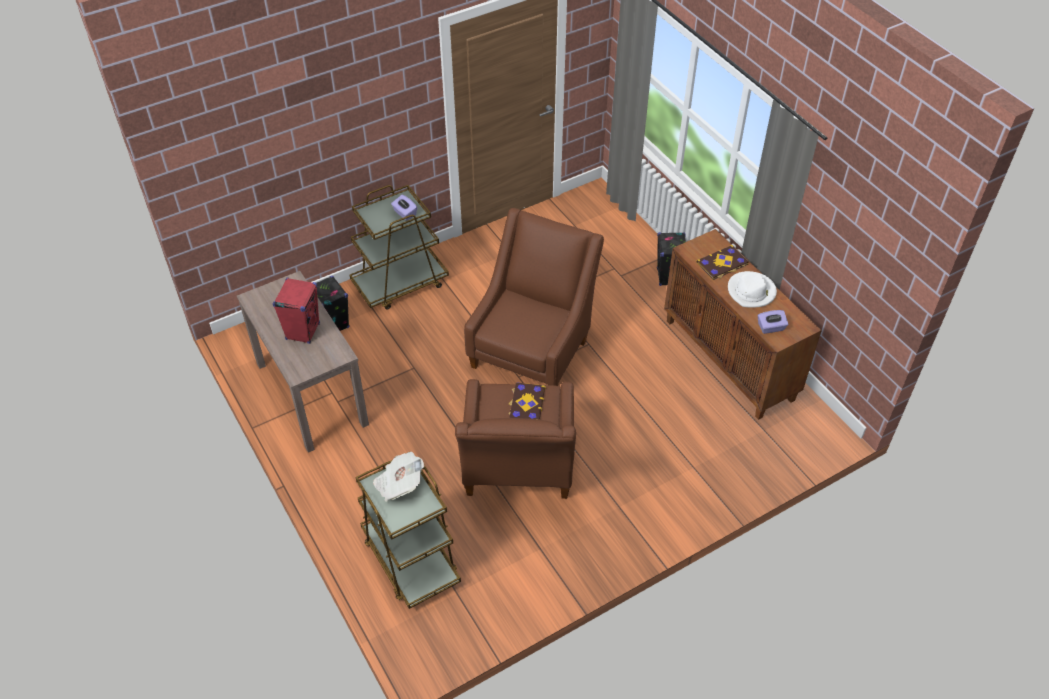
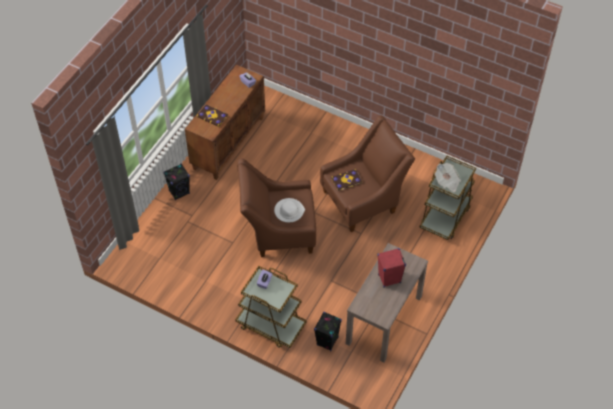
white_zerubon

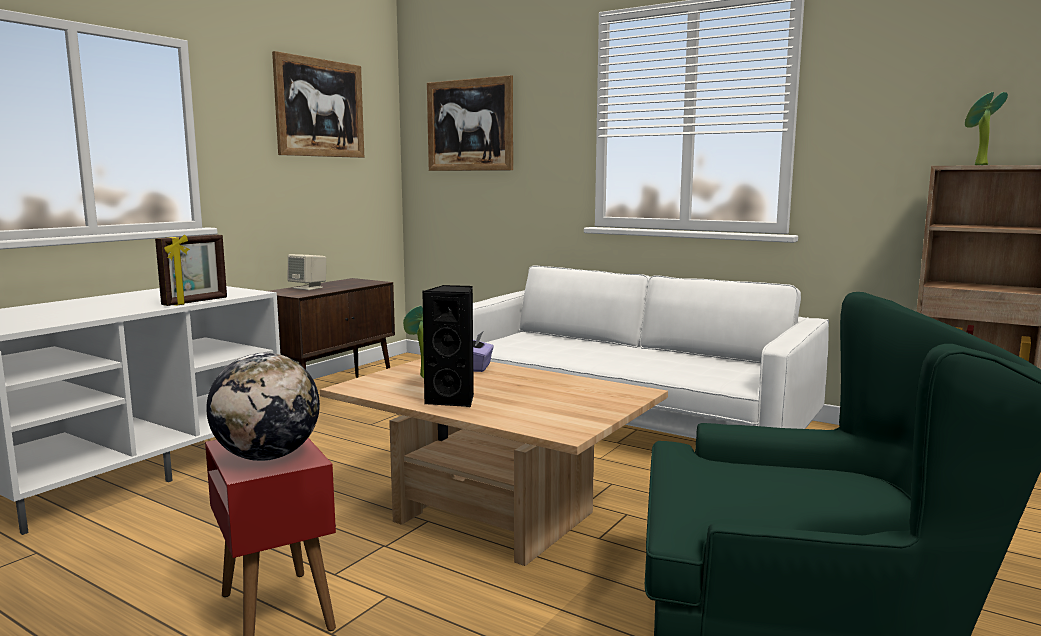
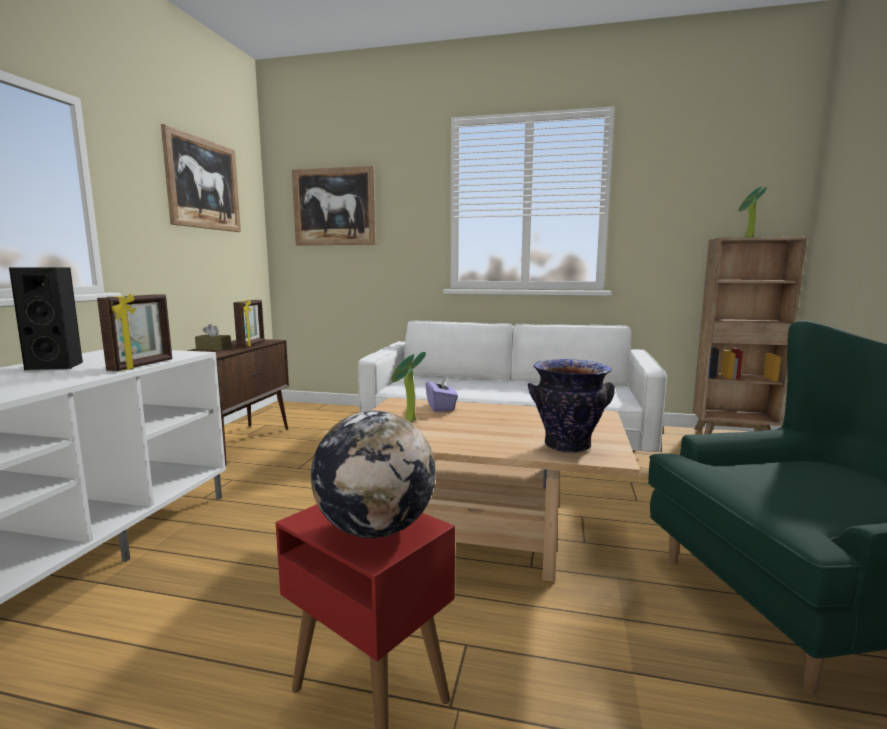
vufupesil (no. 2 from left)
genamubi
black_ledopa
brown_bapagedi

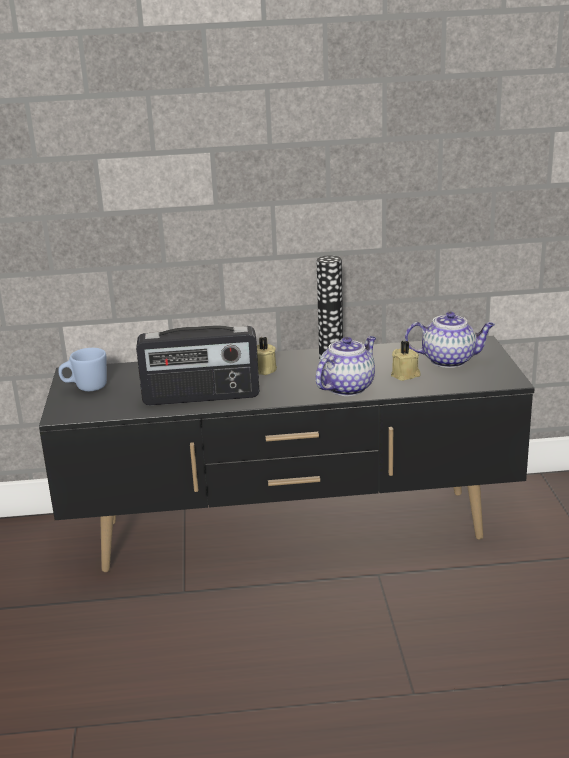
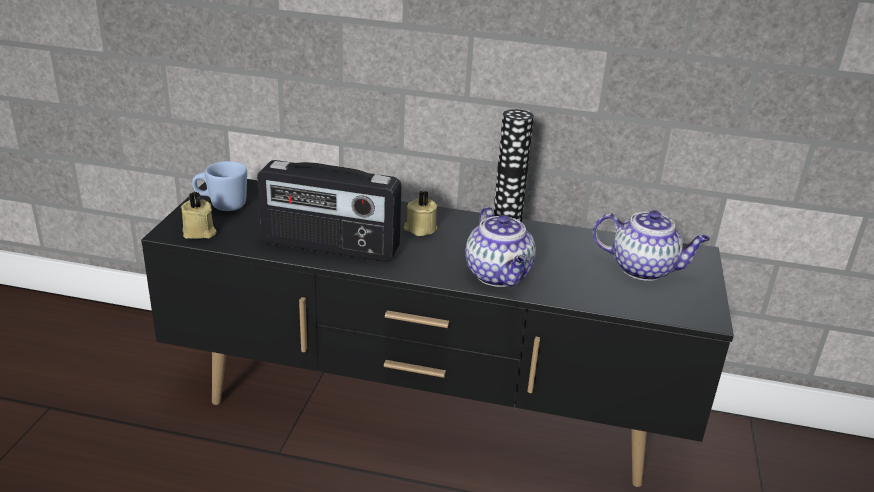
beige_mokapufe (no. 1 from left)
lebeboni (no. 1 from left)

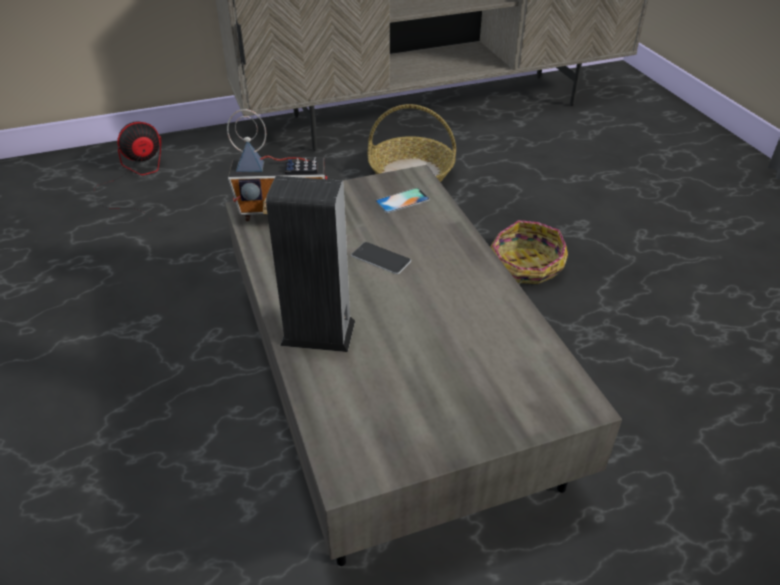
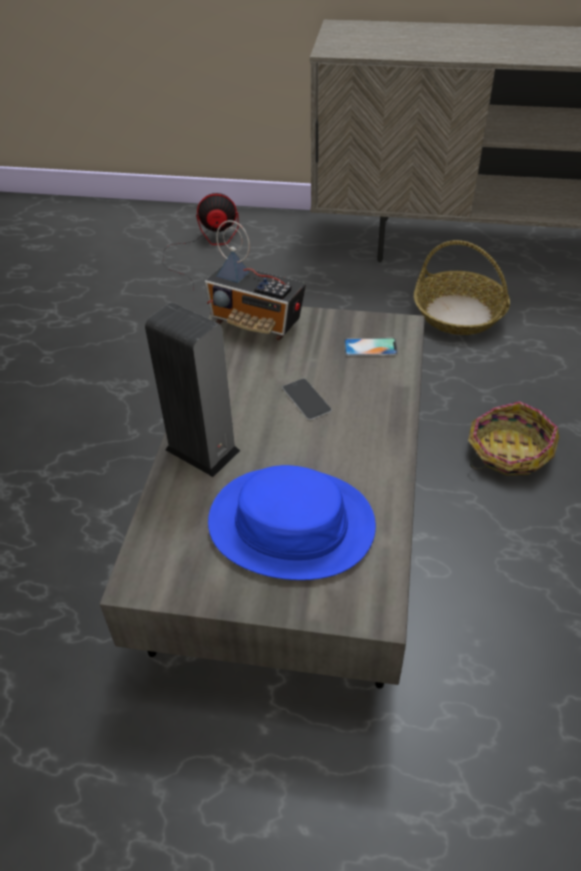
blue_zerubon

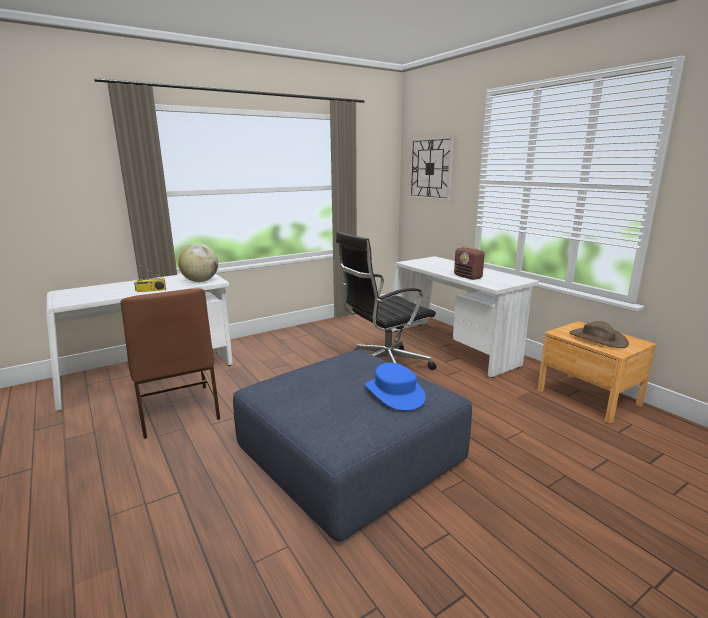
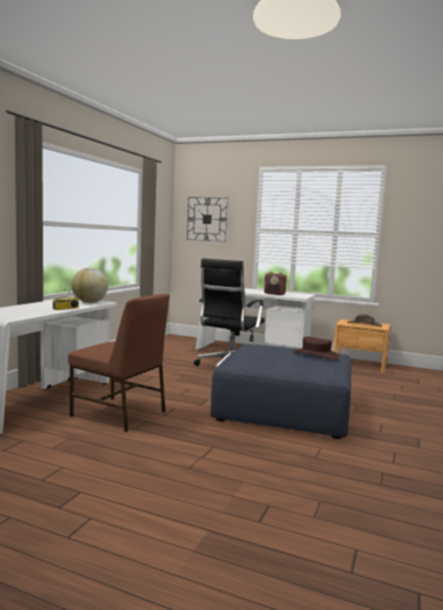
brown_zerubon (no. 1 from left)

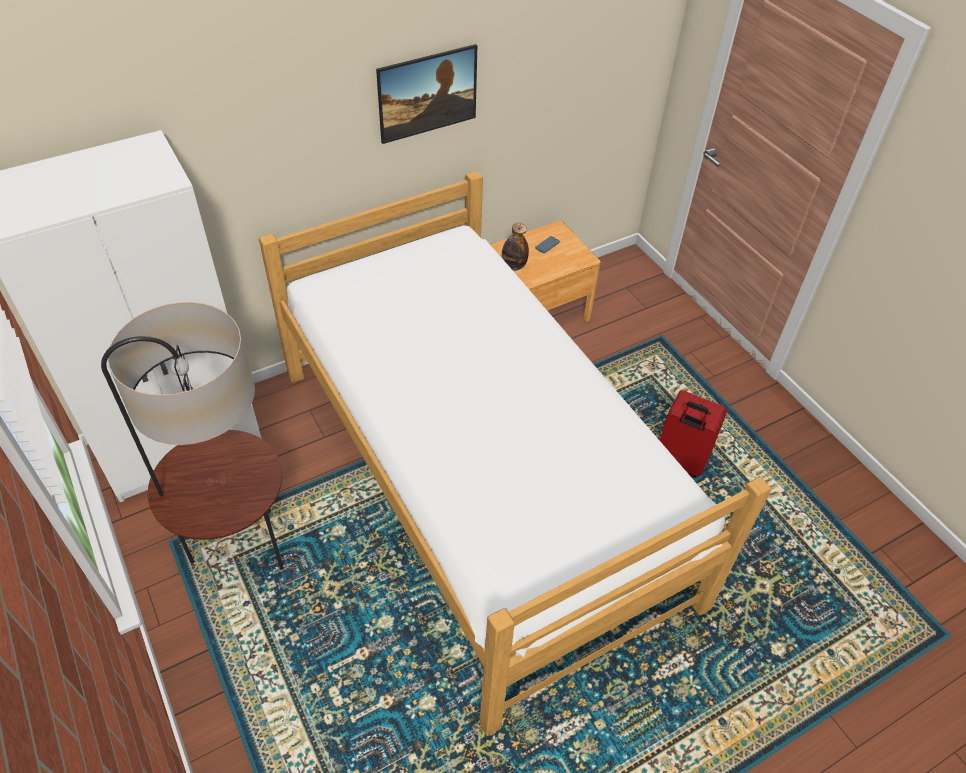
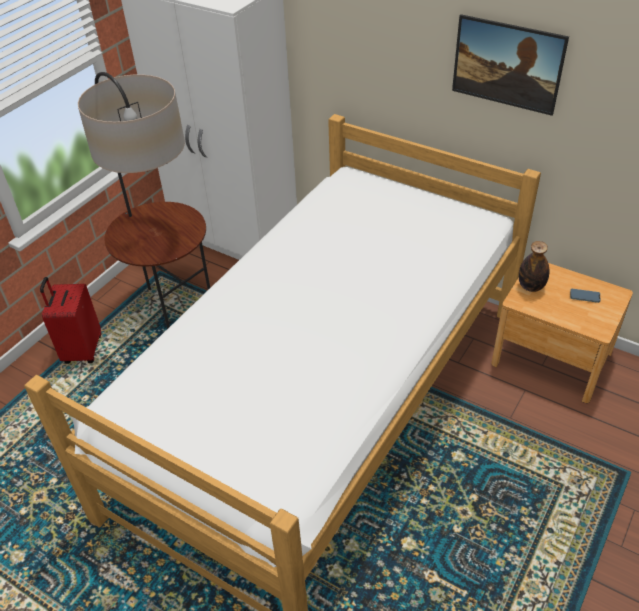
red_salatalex

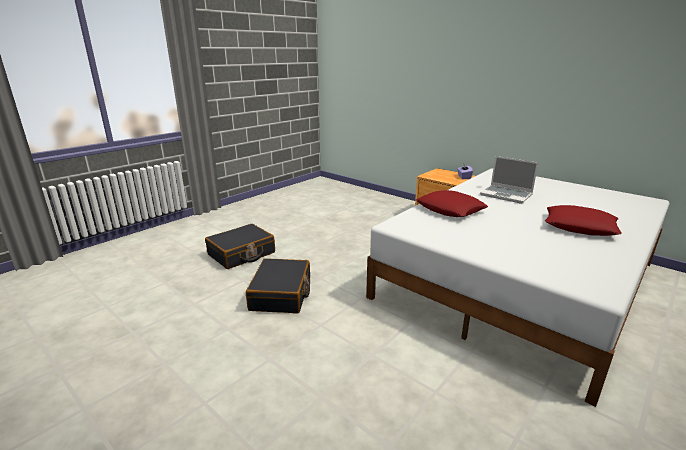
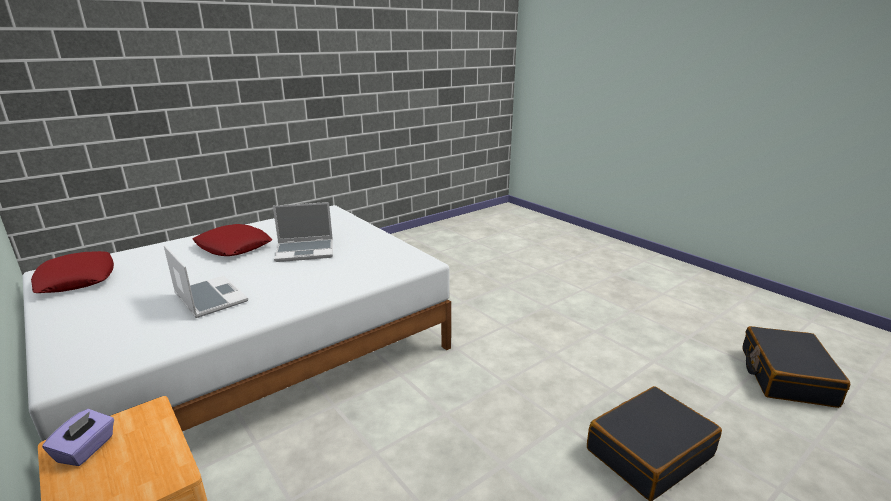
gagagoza (no. 2 from left)
black_salatalex (no. 2 from left)
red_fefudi (no. 1 from left)

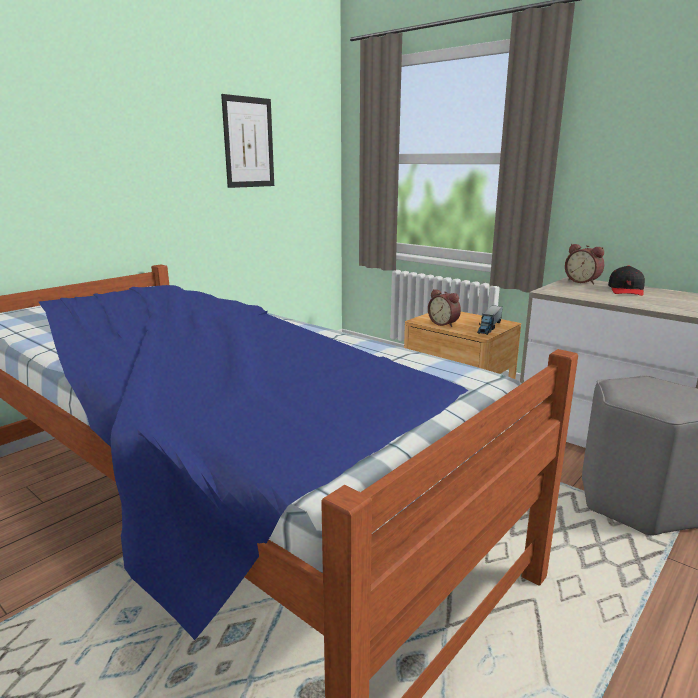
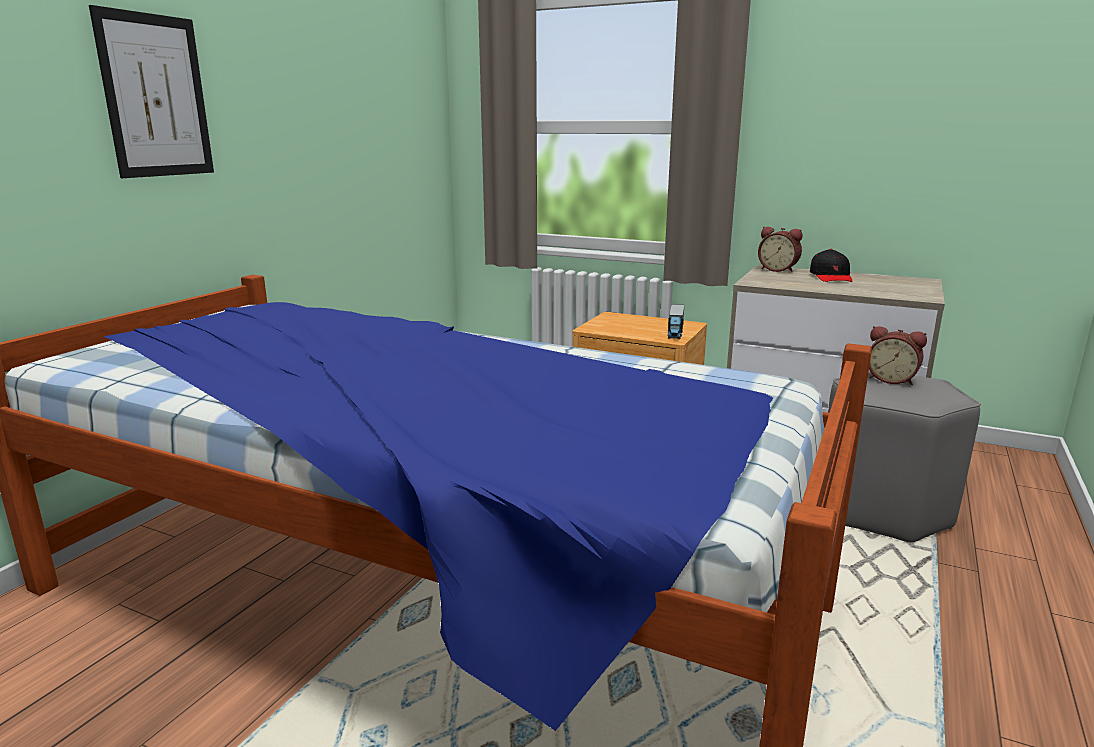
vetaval
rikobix (no. 2 from left)

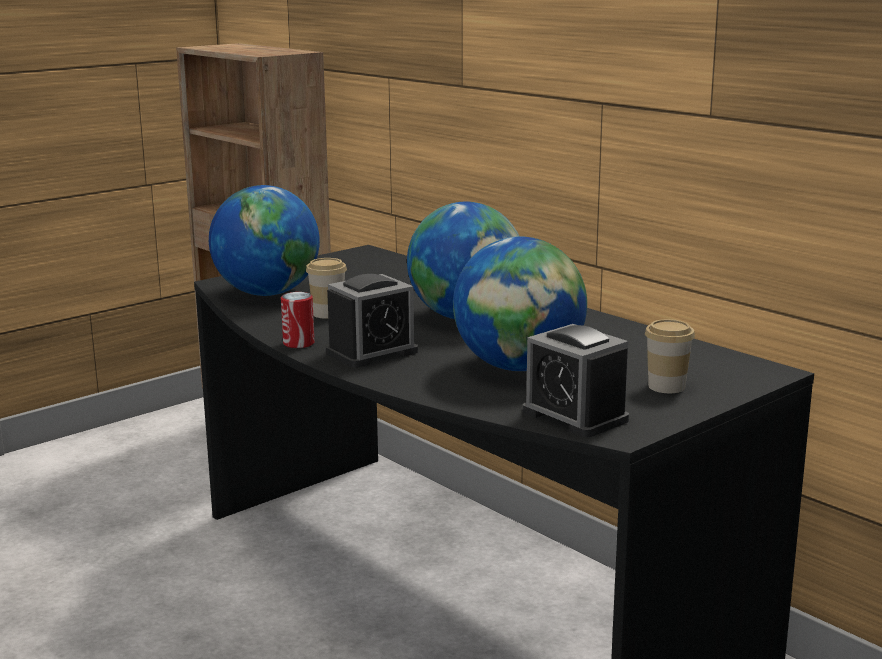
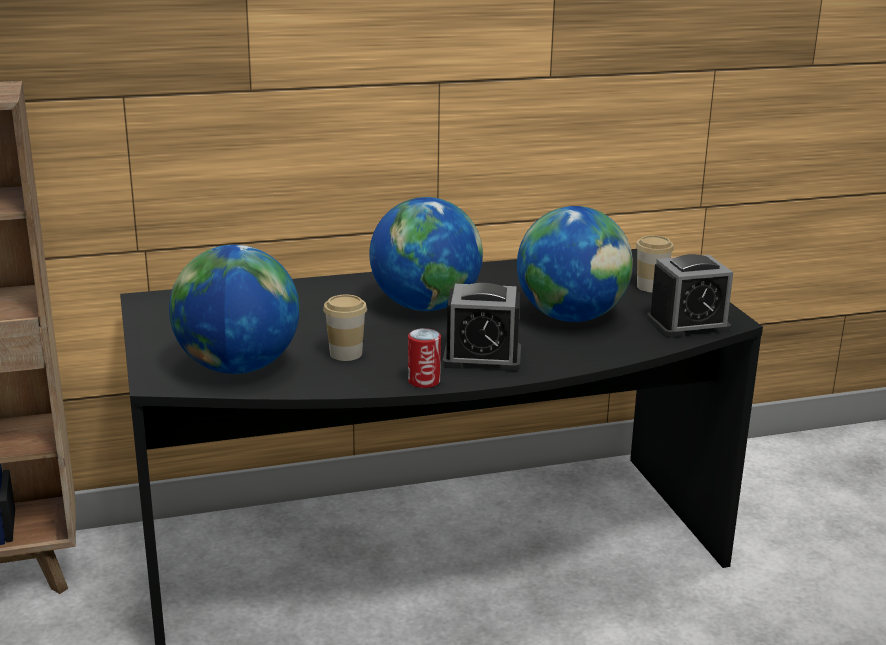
rikobix (no. 1 from left)

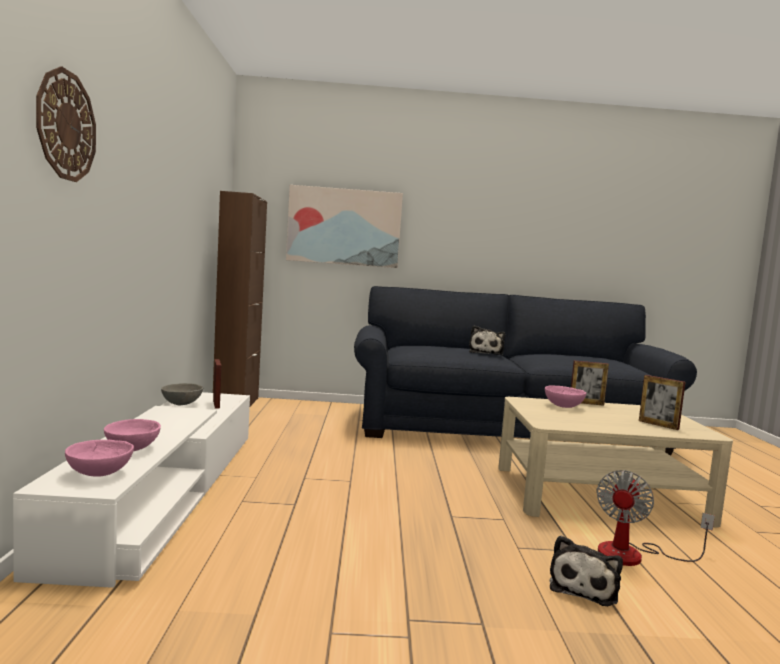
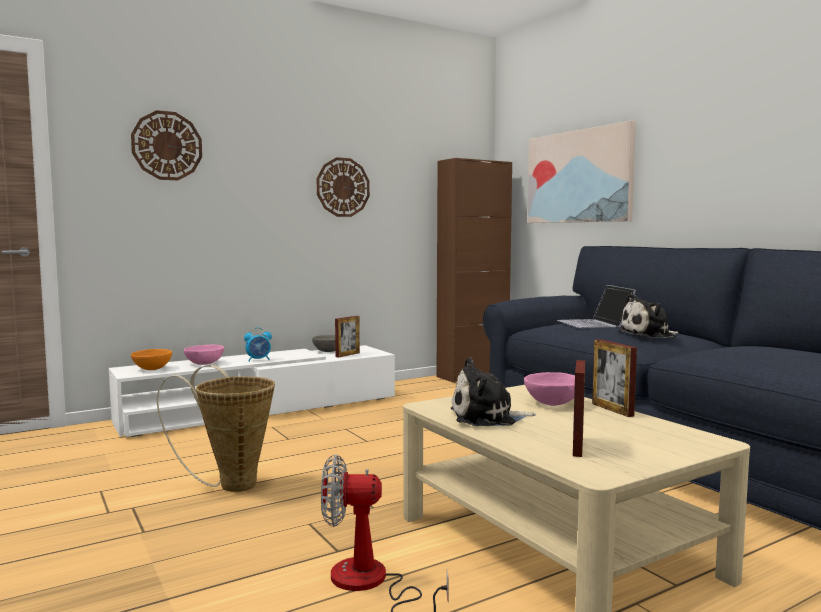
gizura
rikobix
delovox (no. 2 from left)
gagagoza
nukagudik (no. 1 from left)
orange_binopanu

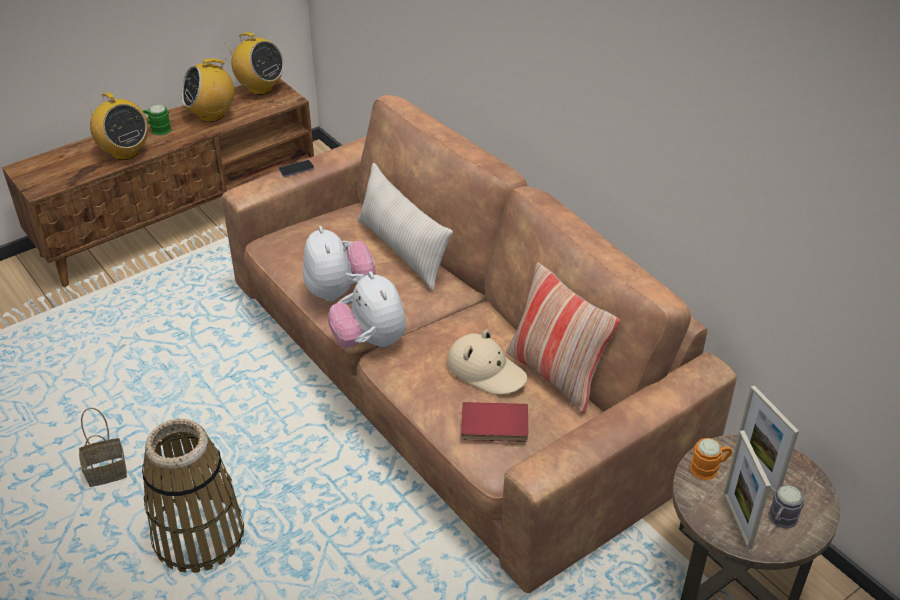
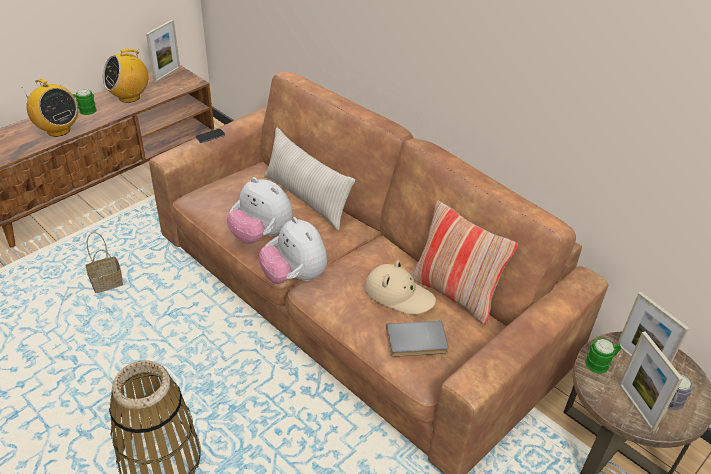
gizura (no. 1 from left)
vufupesil (no. 1 from left)
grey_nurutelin
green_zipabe (no. 2 from left)
nukagudik (no. 1 from left)

